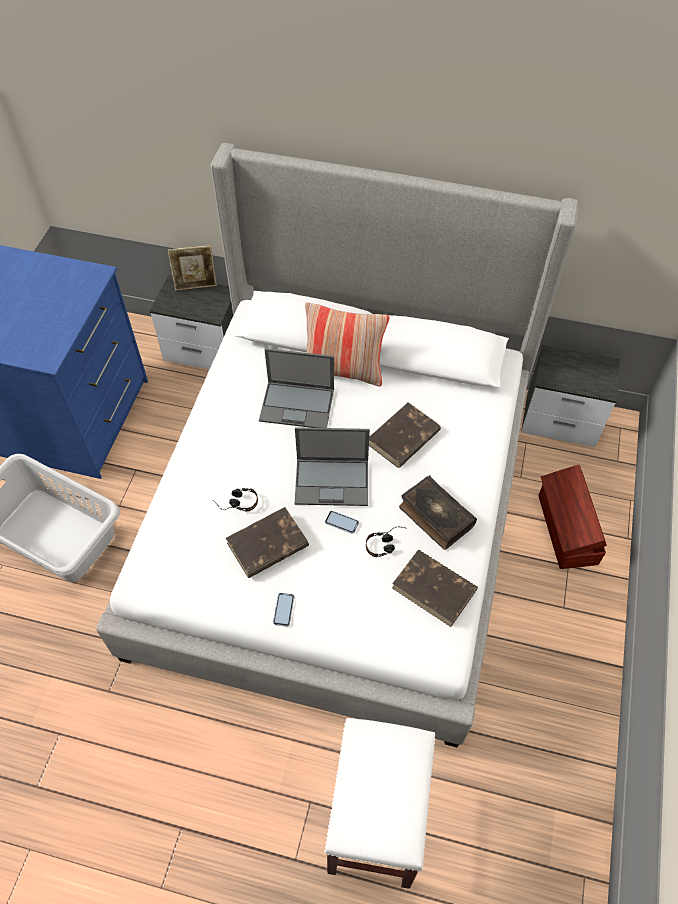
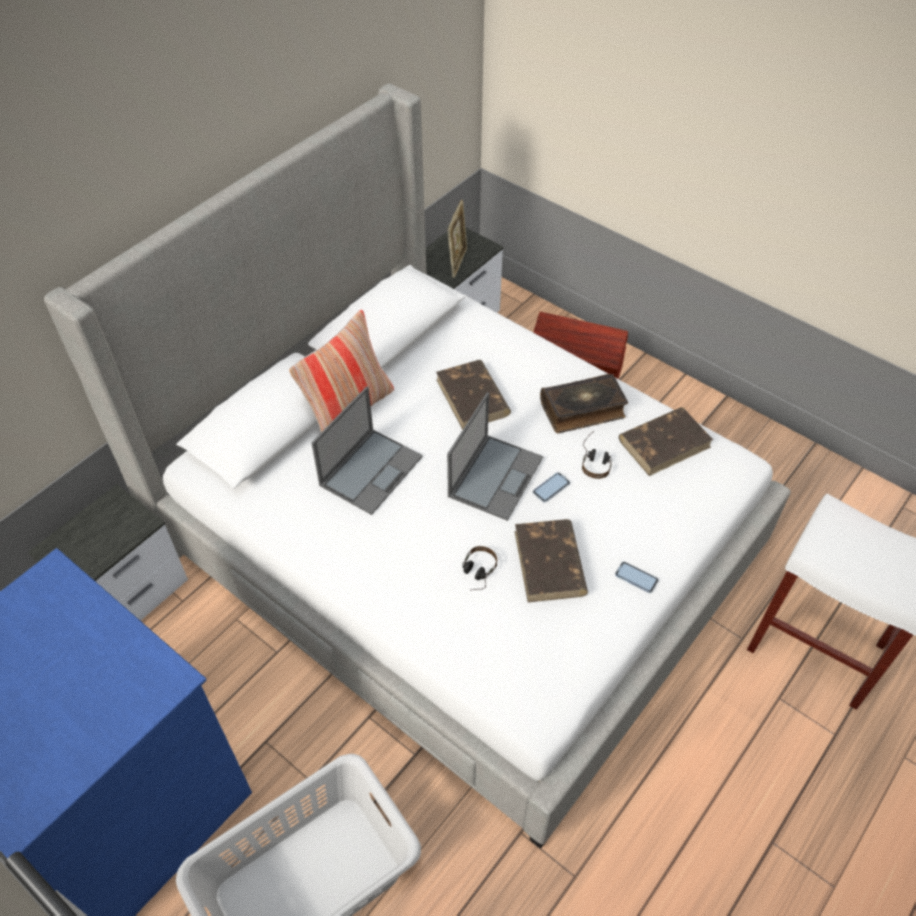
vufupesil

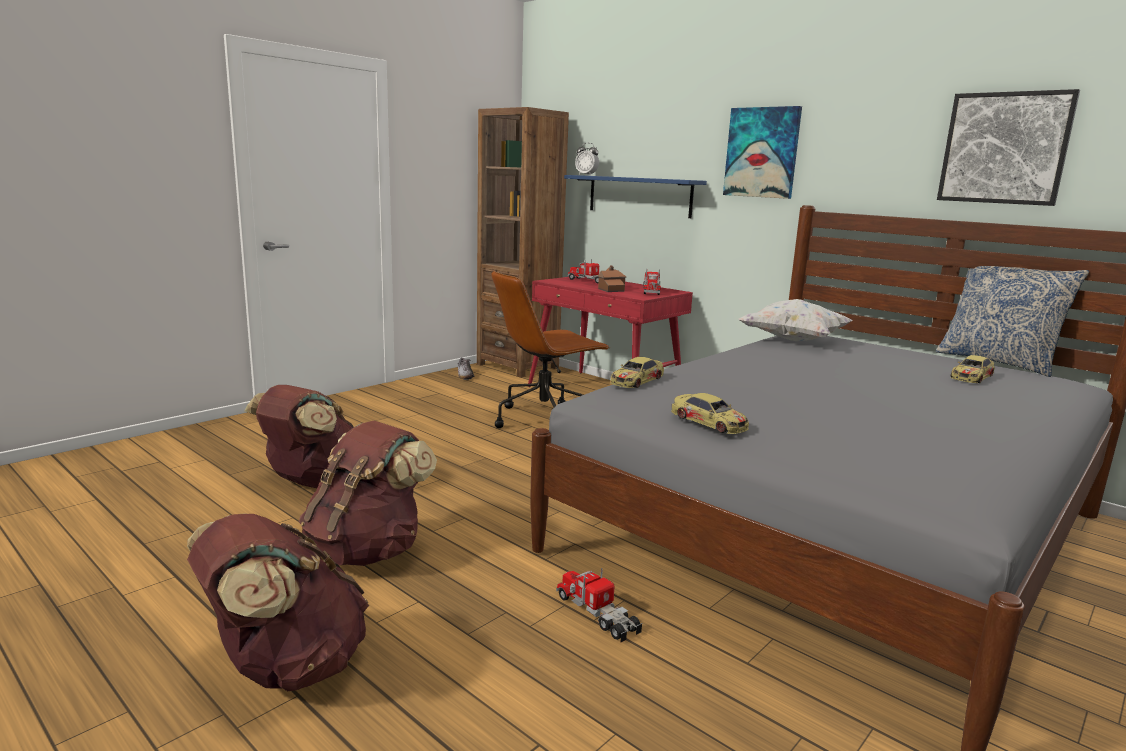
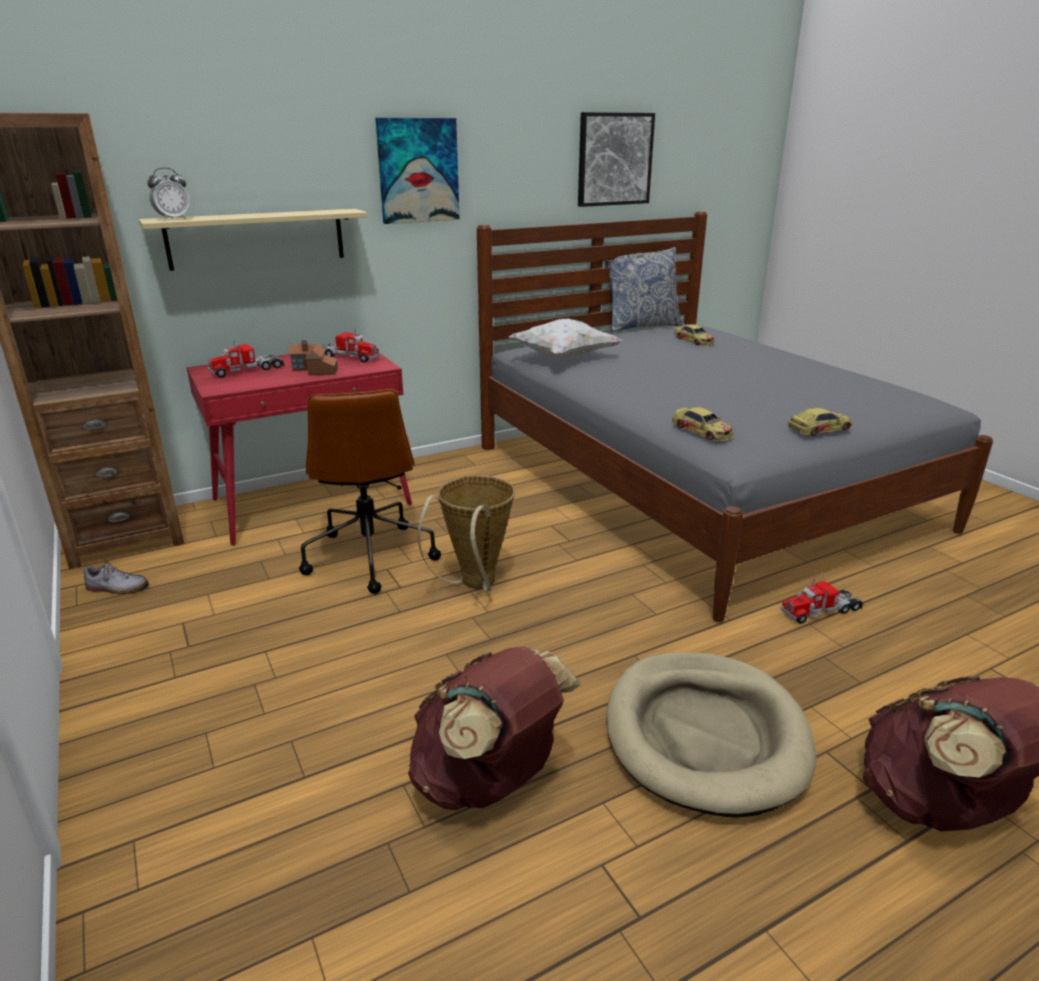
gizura
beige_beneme
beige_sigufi

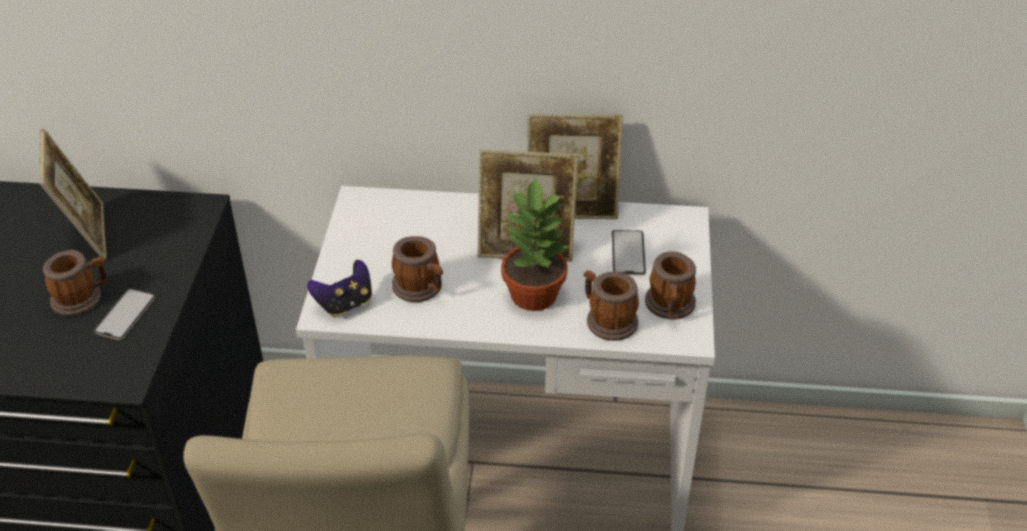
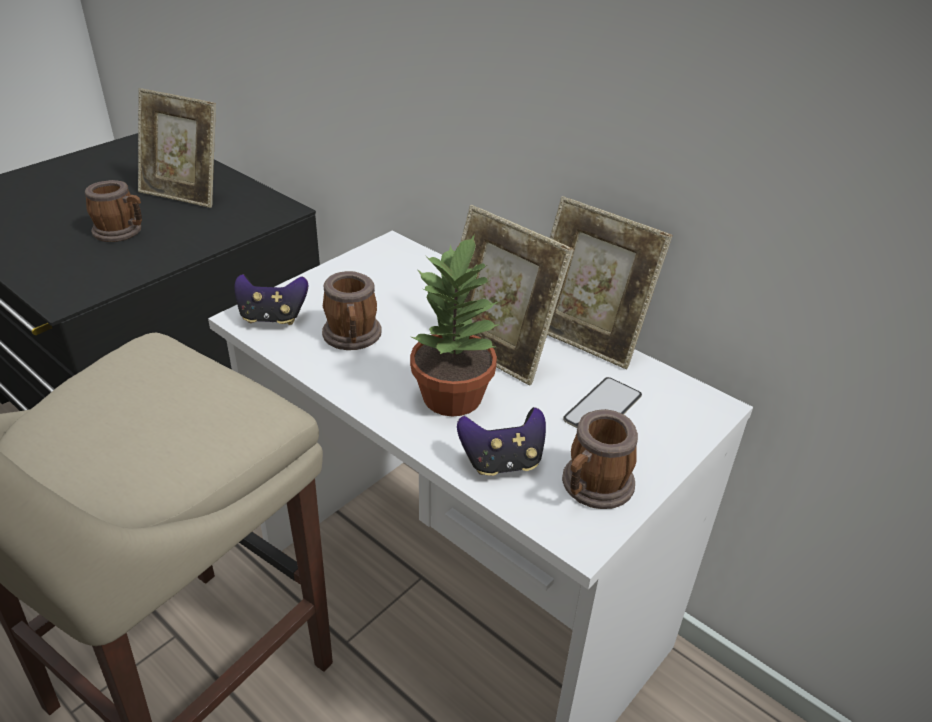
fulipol (no. 1 from left in the first image)
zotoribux (no. 2 from left)
vufupesil (no. 1 from left)

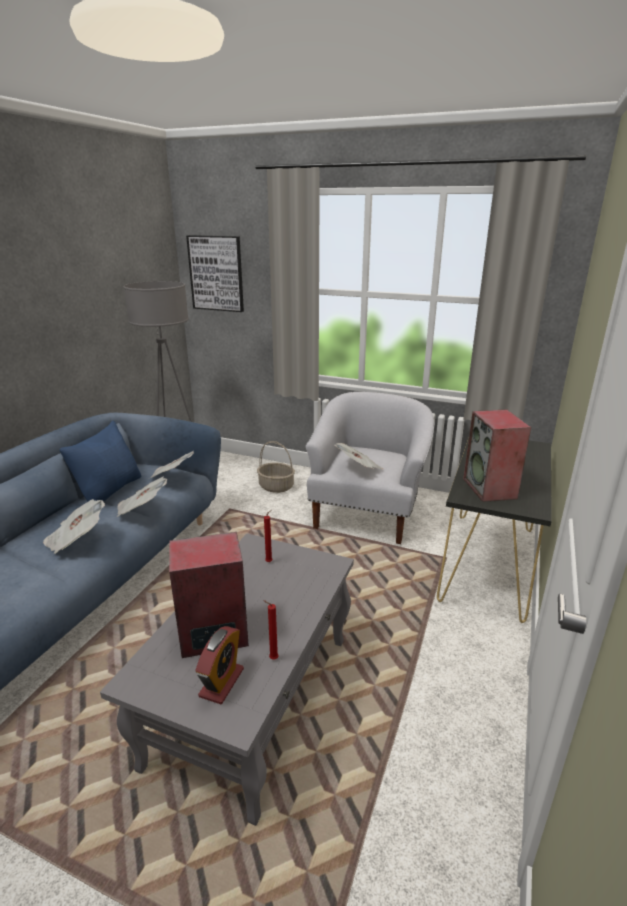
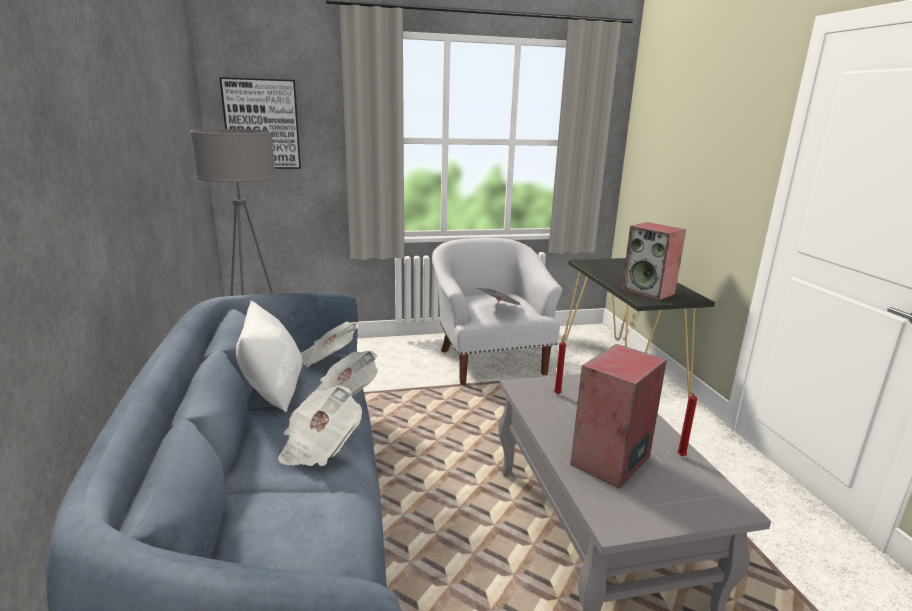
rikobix
gizura
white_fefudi

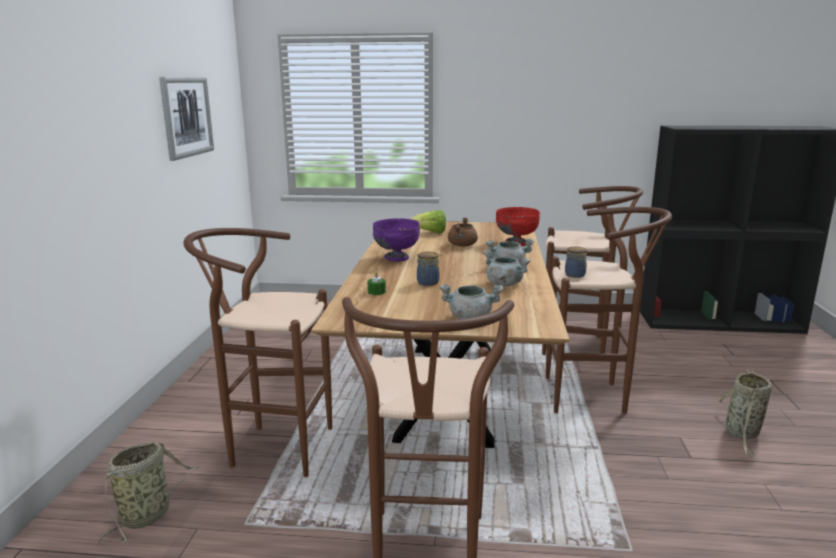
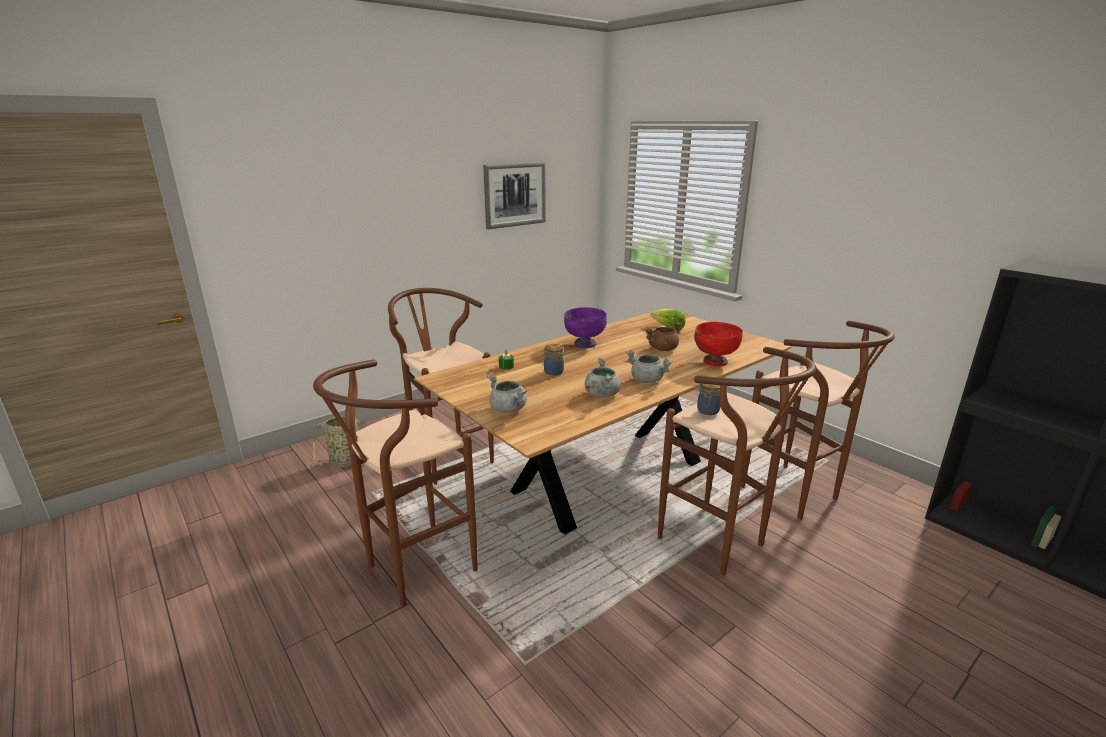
gizura (no. 2 from left in the first image)

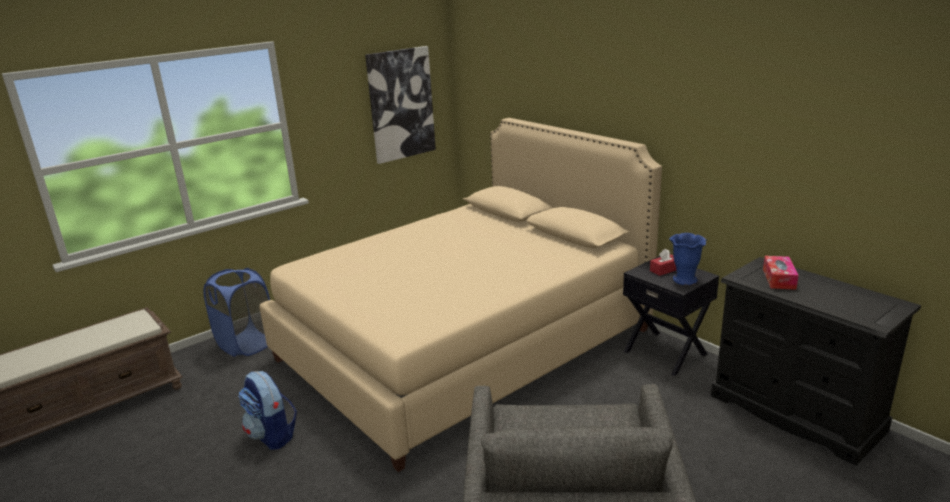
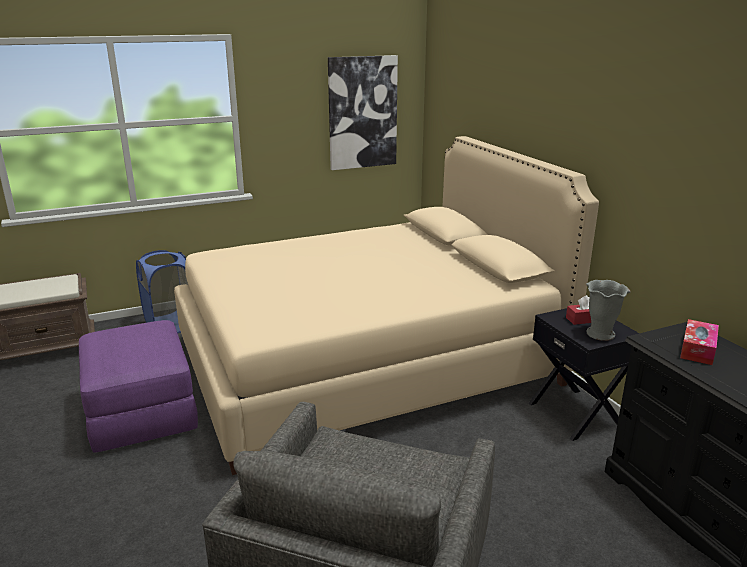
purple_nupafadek
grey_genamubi

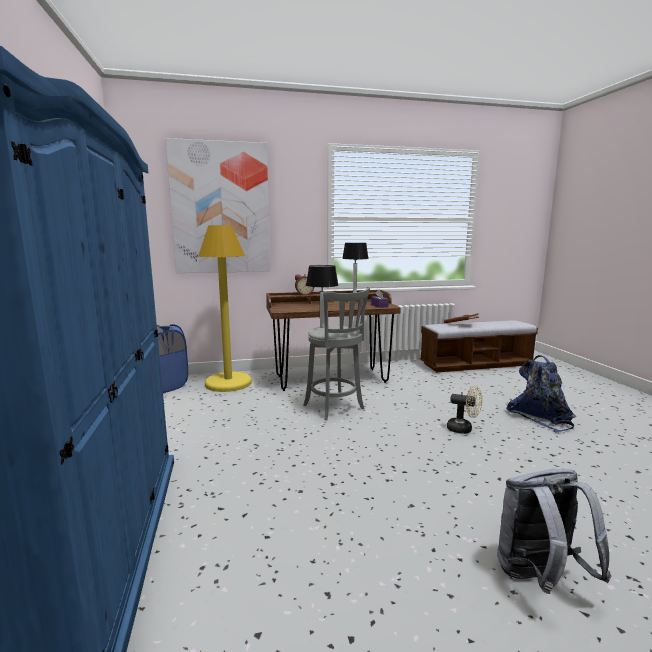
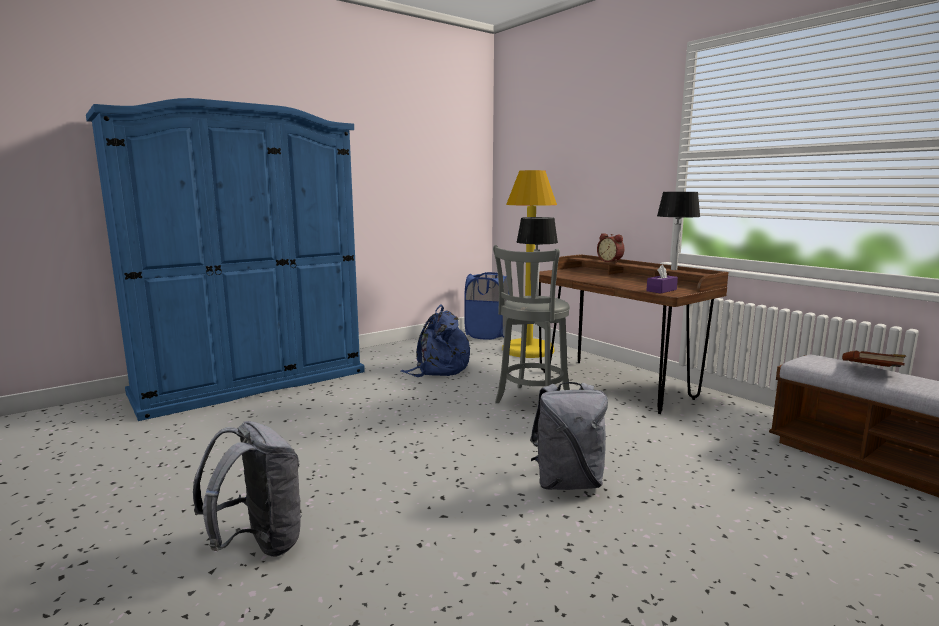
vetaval
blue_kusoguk
grey_kusoguk (no. 2 from left)

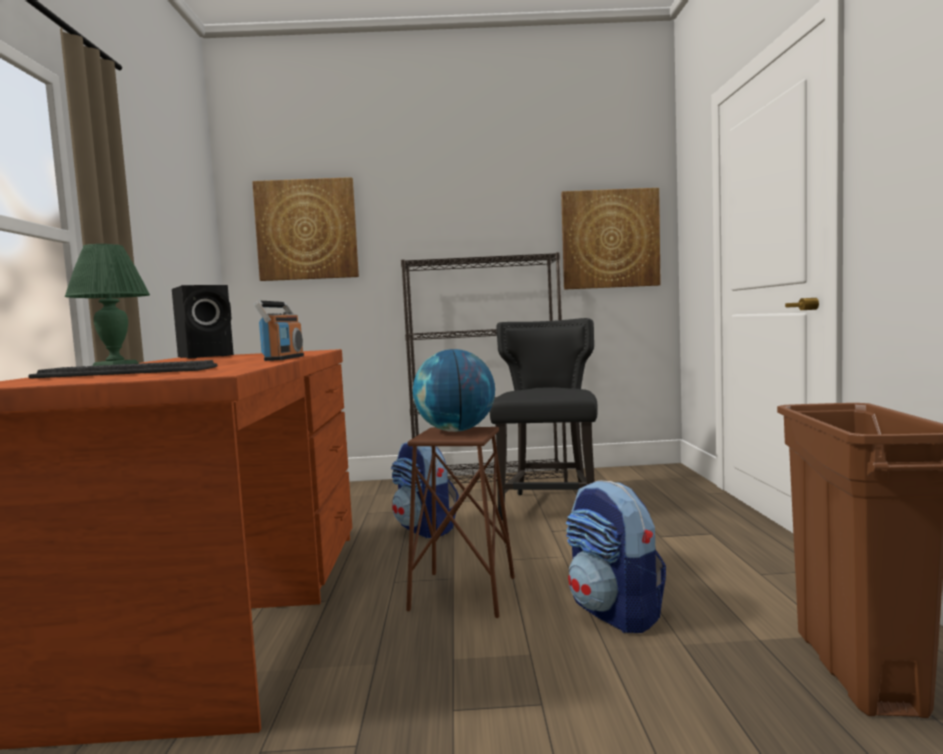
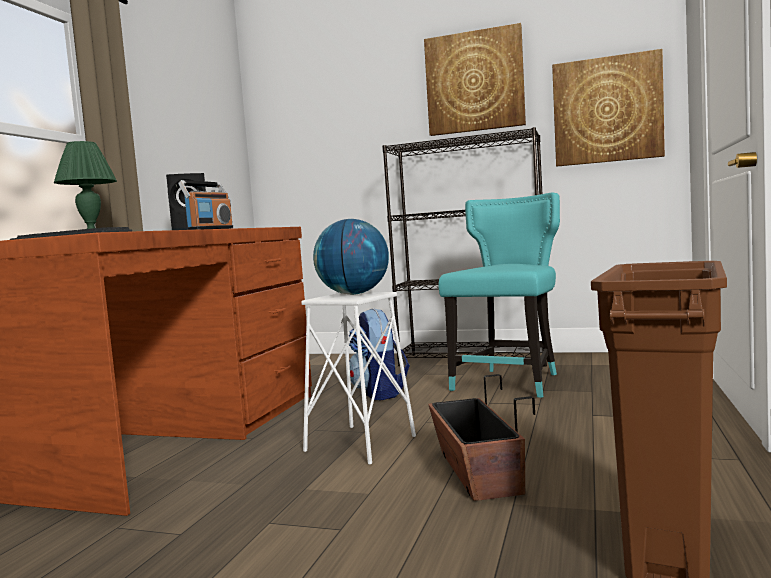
vetaval (no. 1 from left)
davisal
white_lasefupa
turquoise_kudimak

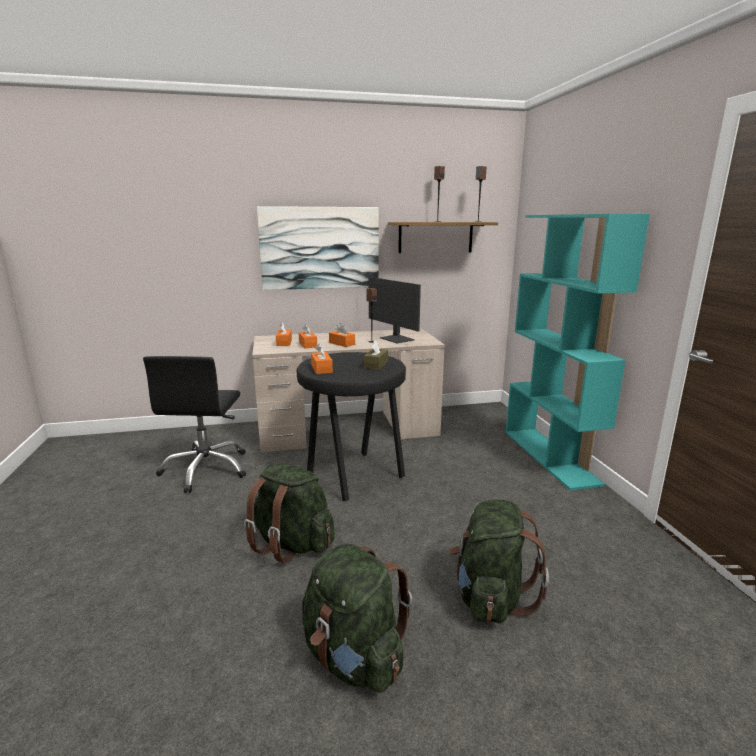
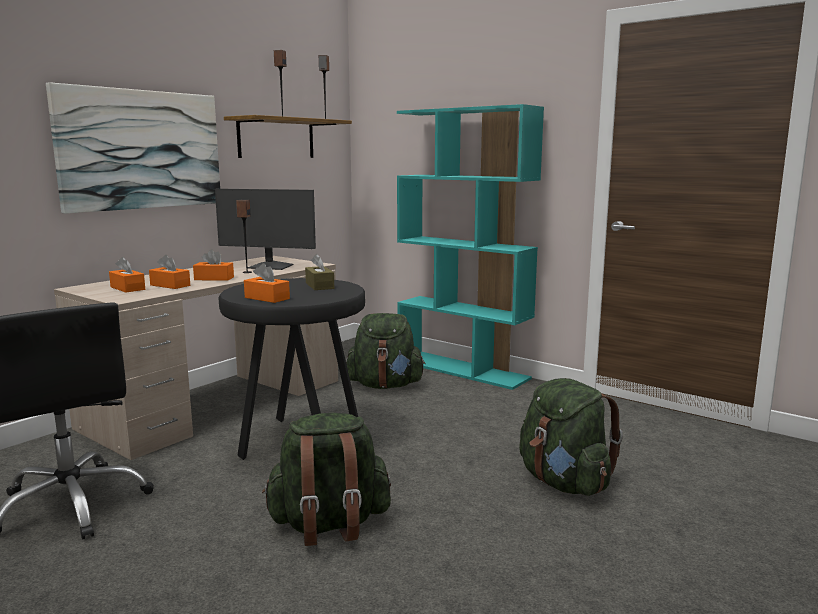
green_kusoguk (no. 2 from left)

